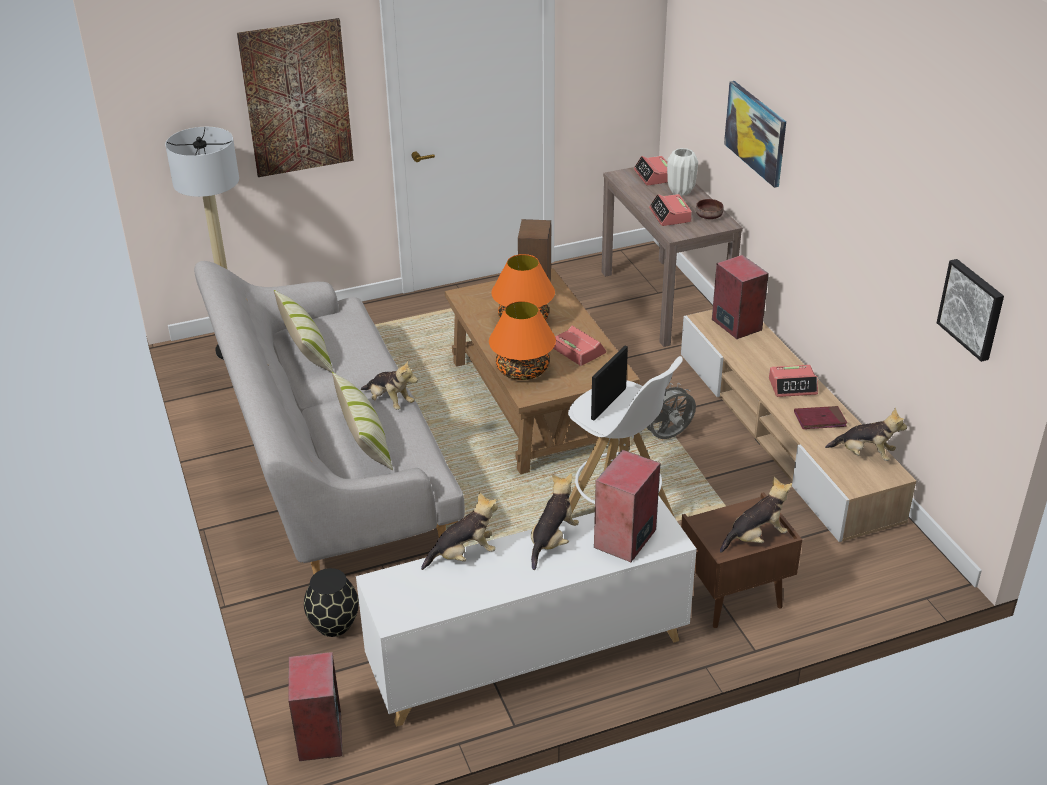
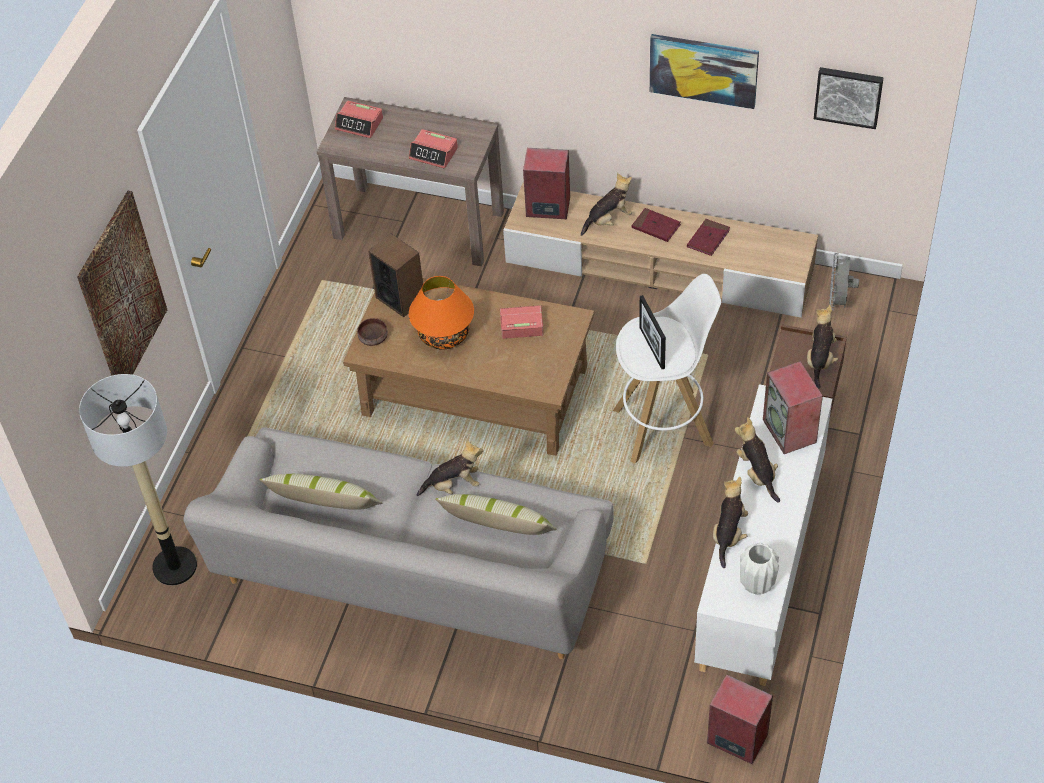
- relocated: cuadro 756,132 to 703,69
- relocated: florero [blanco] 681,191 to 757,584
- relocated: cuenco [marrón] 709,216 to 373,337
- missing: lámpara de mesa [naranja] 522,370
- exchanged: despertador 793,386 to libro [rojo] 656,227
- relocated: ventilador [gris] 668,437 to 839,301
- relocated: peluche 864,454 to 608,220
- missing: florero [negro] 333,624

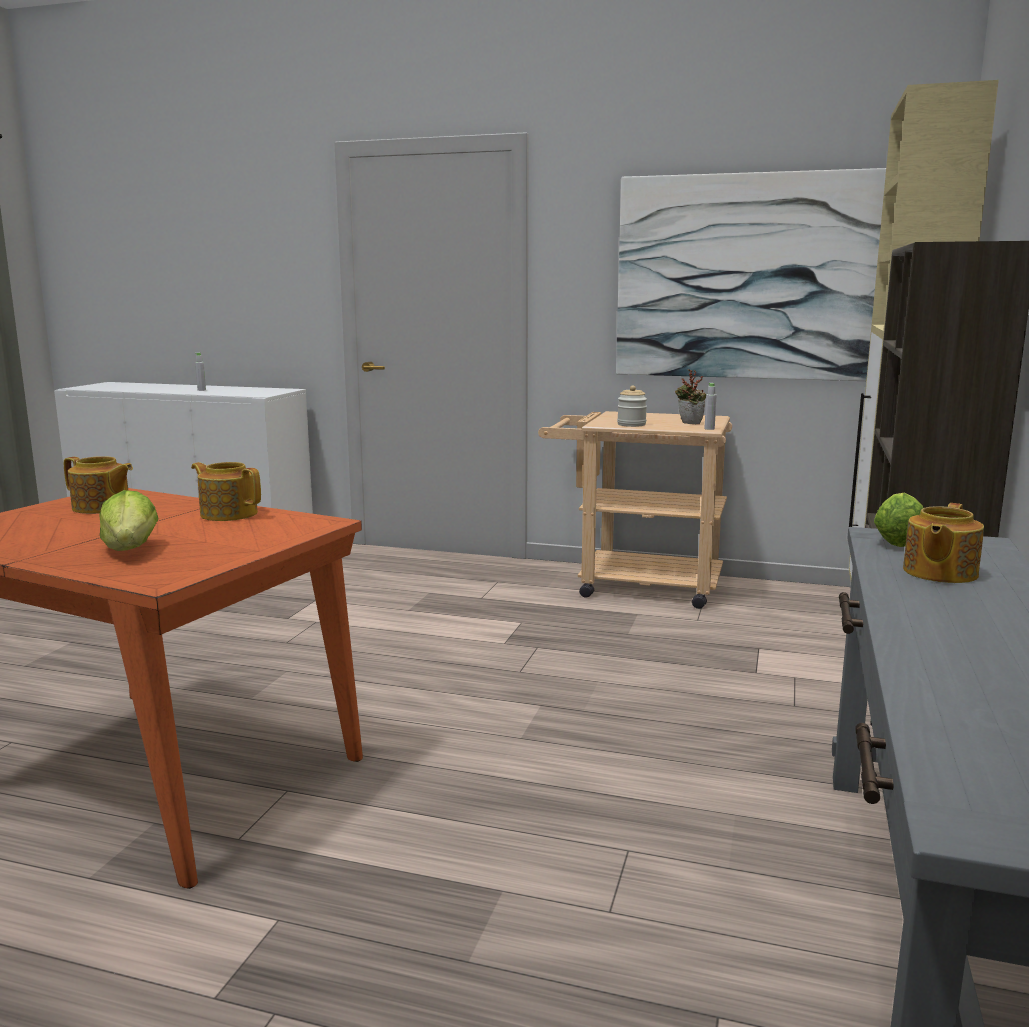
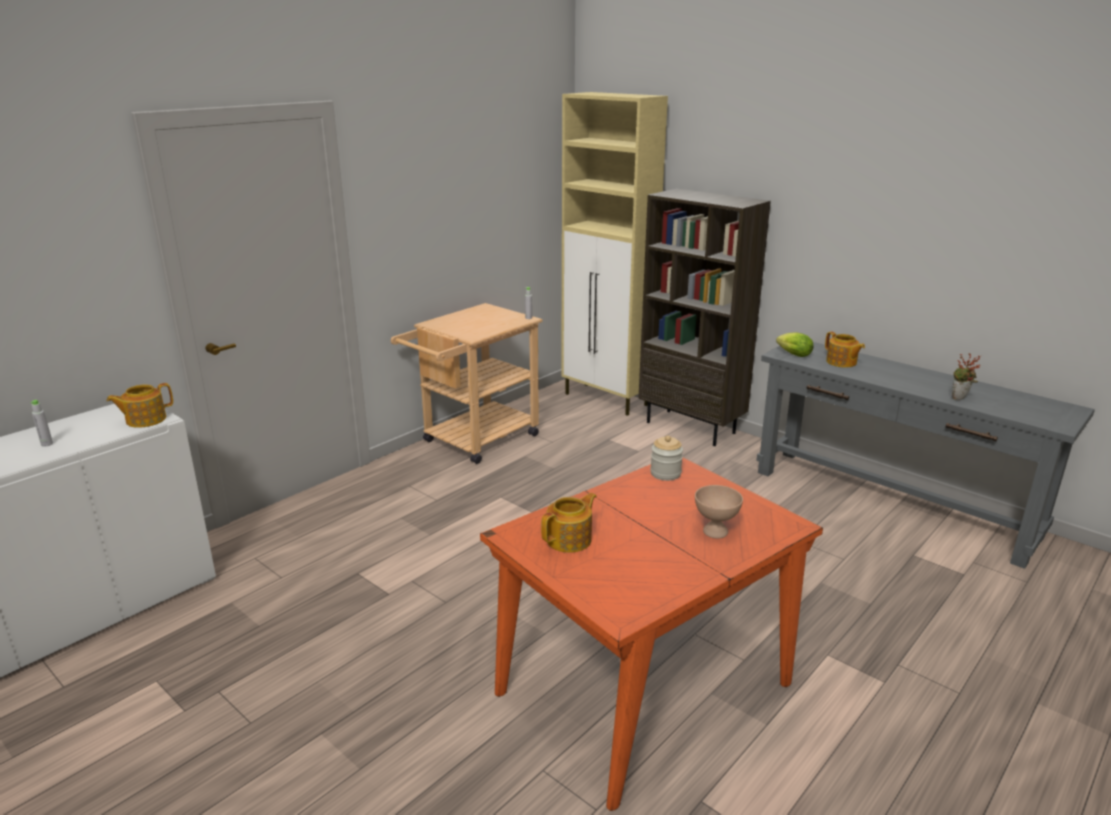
- missing: cuadro 750,277
- relocated: planta en maceta 688,423 to 960,399
- relocated: tarro 631,424 to 665,473
- relocated: tetera 228,514 to 145,420
- exchanged: lechuga 131,550 to cuenco [beis] 714,531

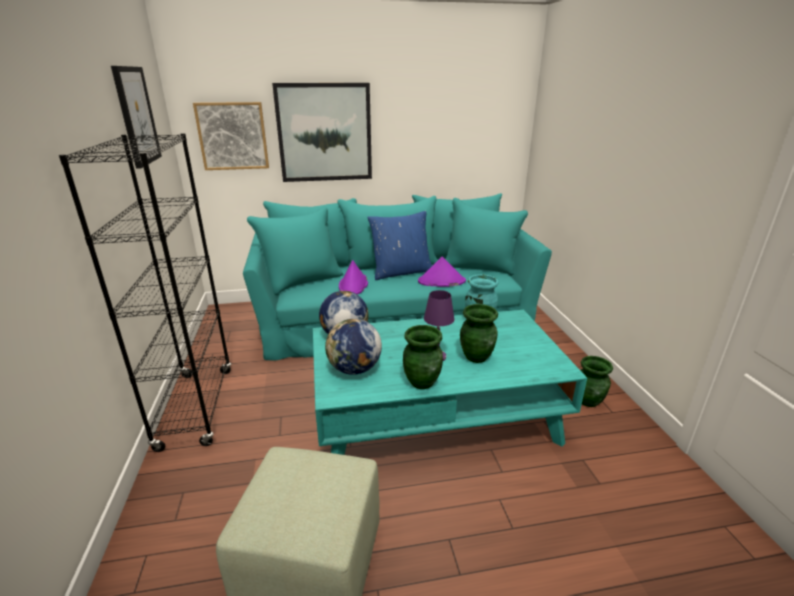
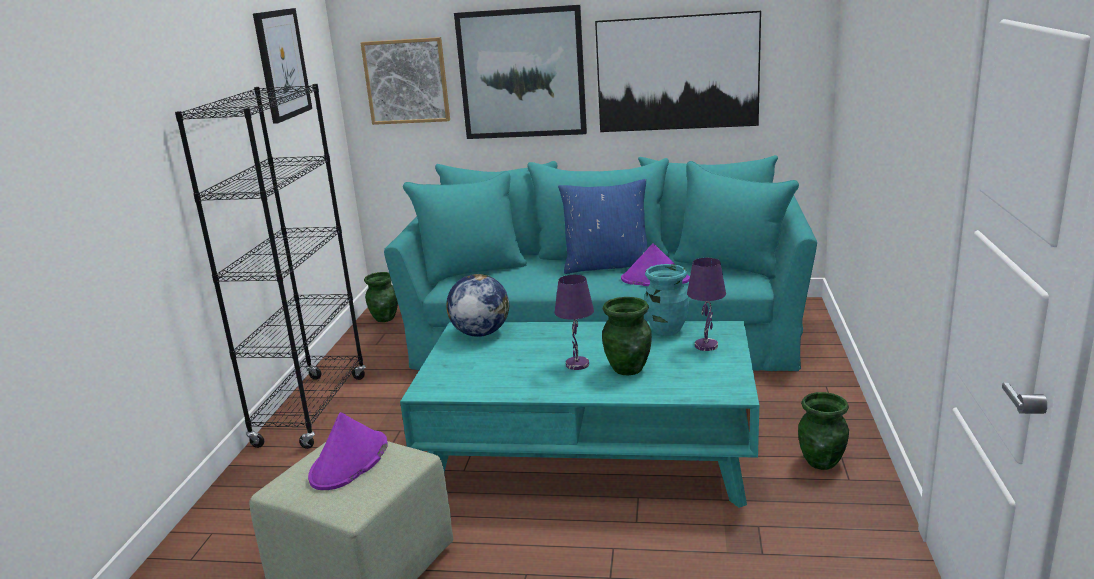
- relocated: sombrero [morado] 353,285 to 349,462
- missing: globo terráqueo 354,369
- relocated: florero [verde] 422,382 to 385,318
- appeared: cuadro 677,73
- appeared: lámpara de mesa [morado] 706,345

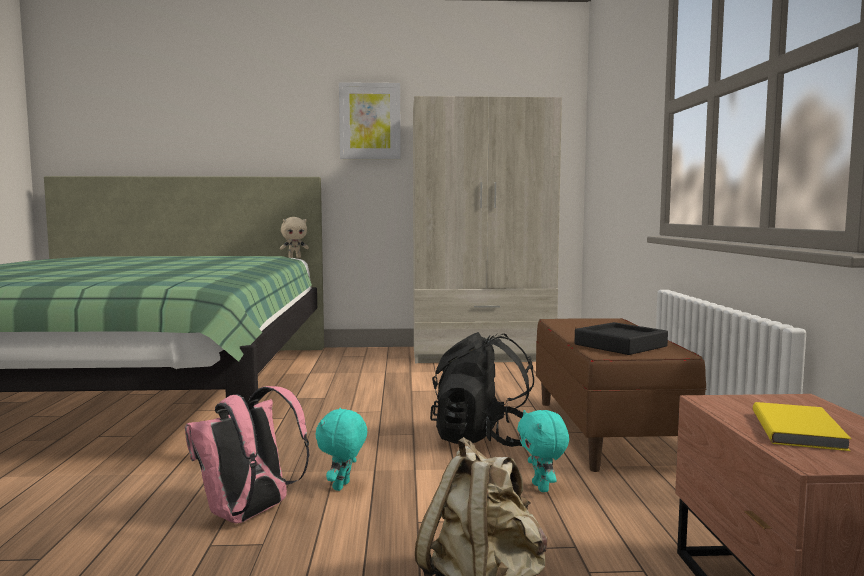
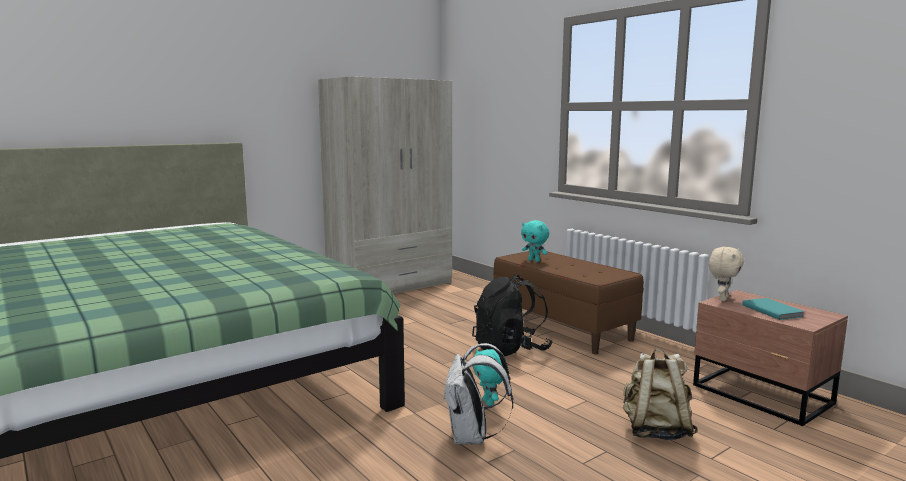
- missing: cuadro 370,121
- relocated: peluche [beis] 294,257 to 722,299
- missing: bandeja [negro] 620,345
- colour: mochila [rosa] 249,515 to mochila [blanco] 472,438
- colour: libro [amarillo] 800,430 to libro [turquesa] 772,310
- relocated: peluche [turquesa] 542,488 to 534,260

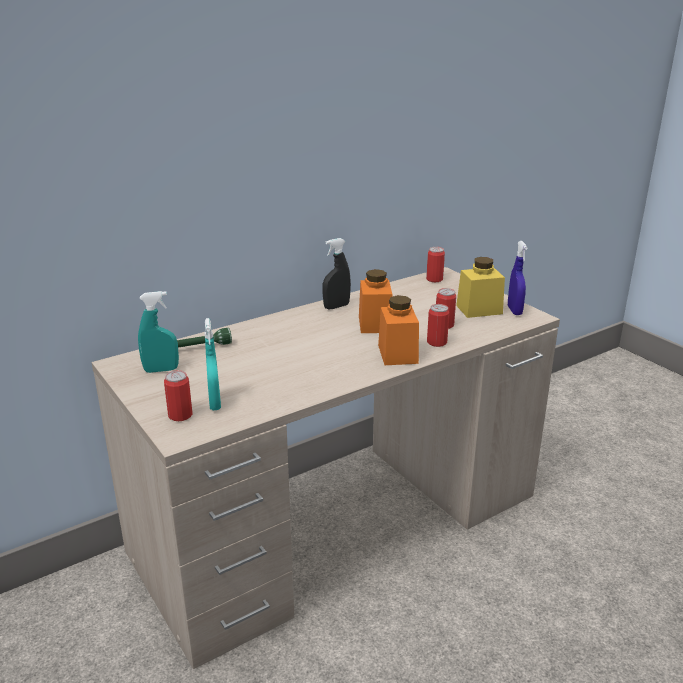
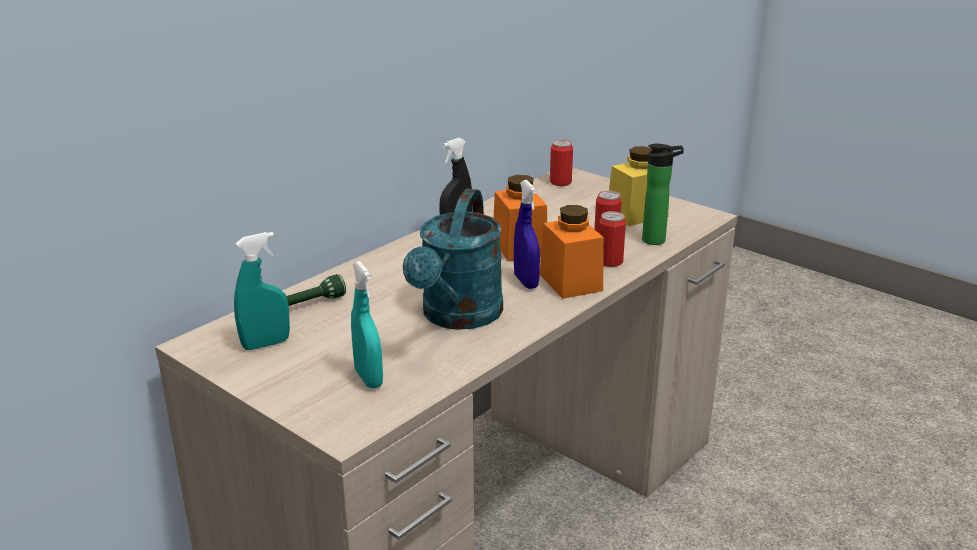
- relocated: pulverizador [azul] 514,311 to 526,282
- missing: lata 180,415
- appeared: botella 657,240
- appeared: regadera [turquesa] 458,317

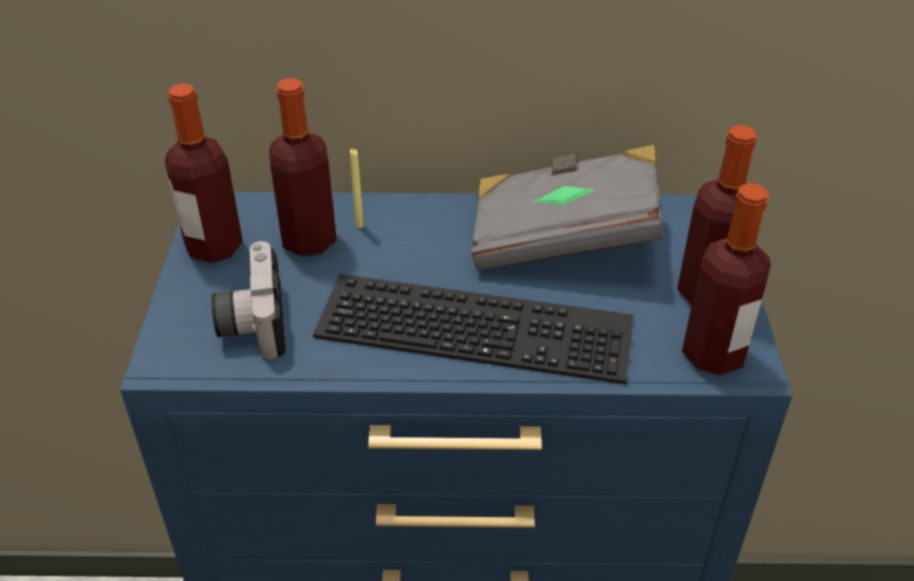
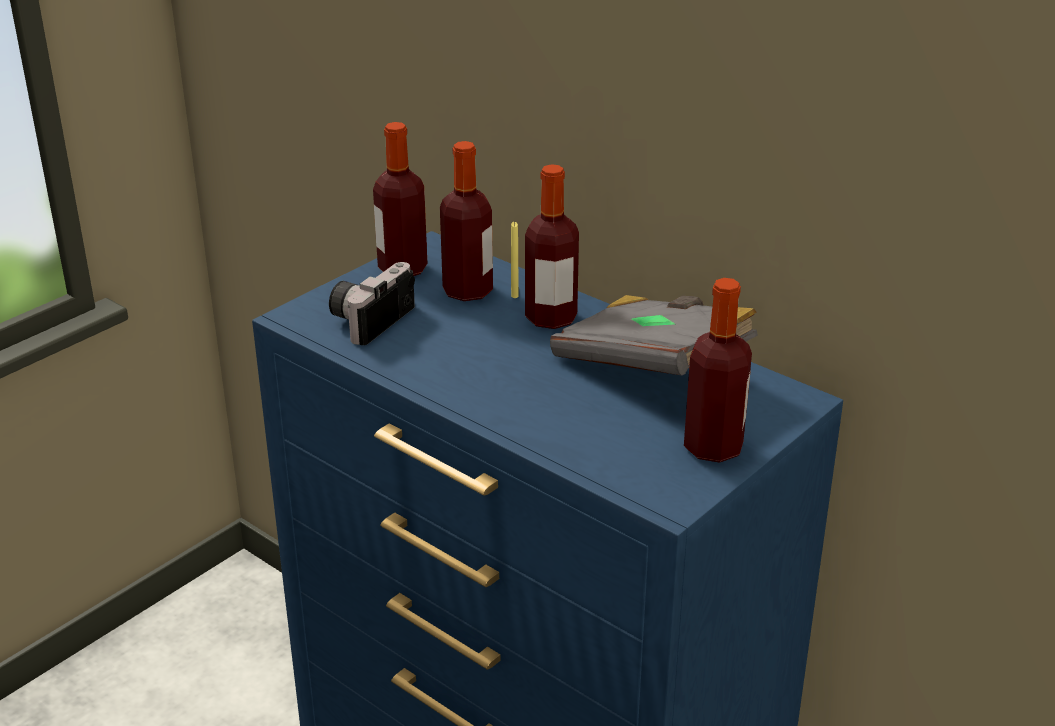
- relocated: botella 713,355 to 551,318
- missing: teclado 479,324

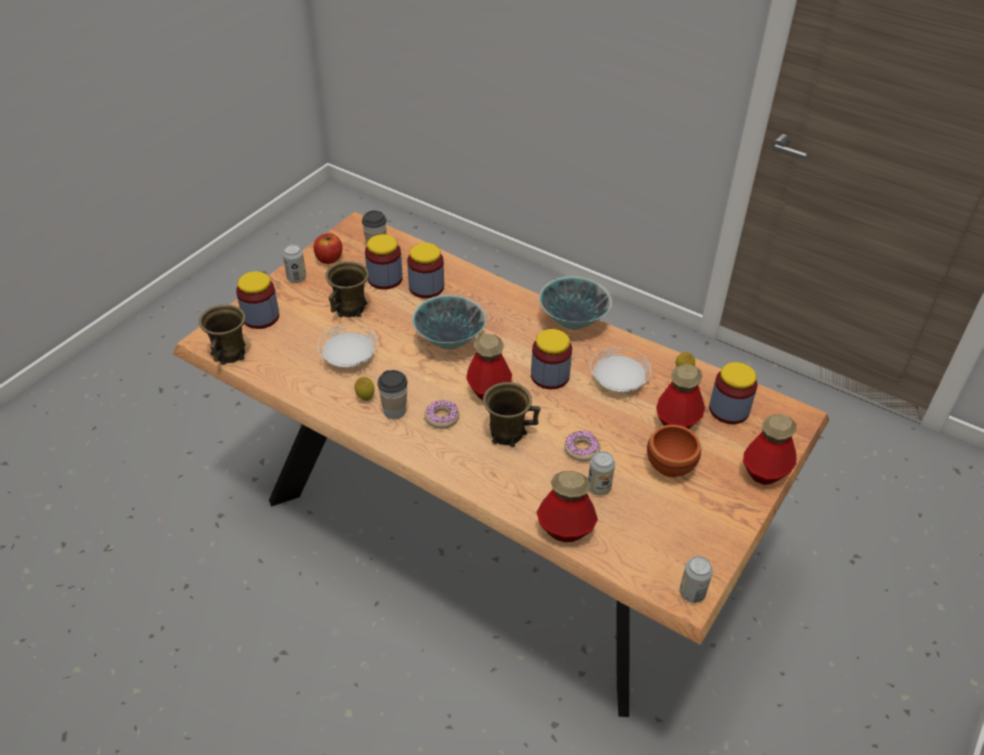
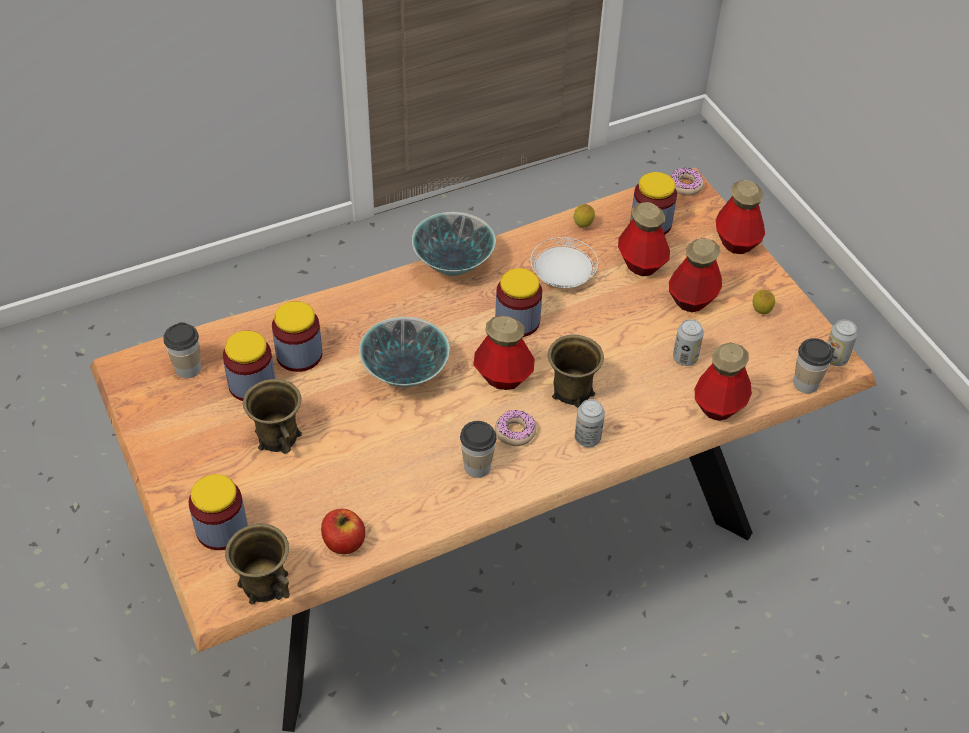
- relocated: manzana 329,259 to 344,542
- relocated: lata 296,278 to 587,438
- missing: plato [blanco] 349,358
- relocated: limón 365,398 to 761,312
- exchanged: cuenco [marrón] 668,468 to botella 692,299
- relocated: rosquilla 581,450 to 685,185
- appeared: taza 805,383

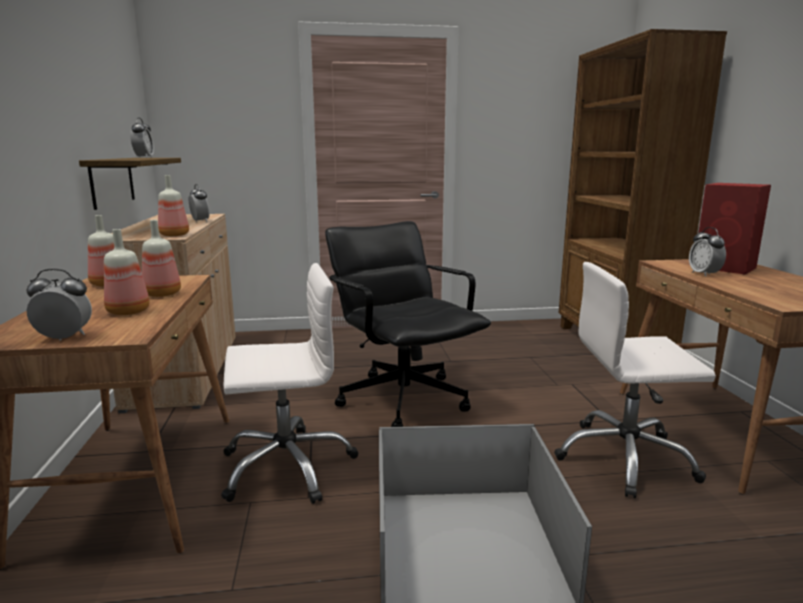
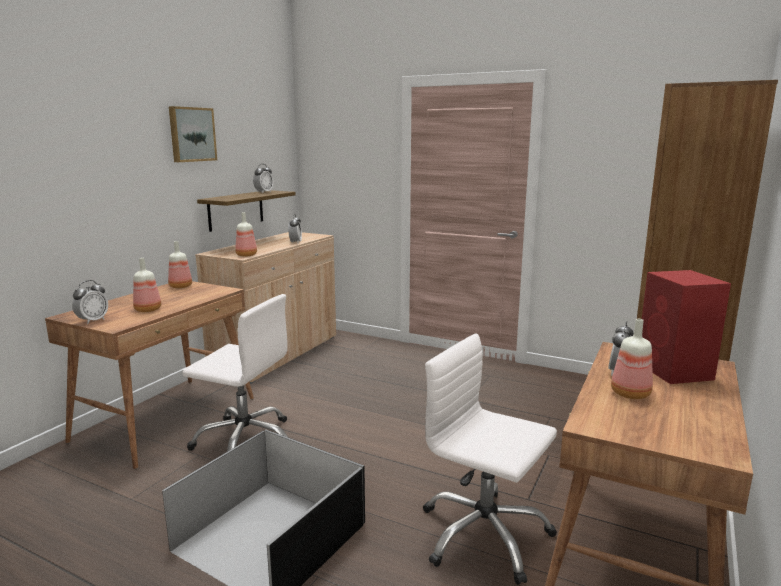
- relocated: botella 163,294 to 631,394
- missing: silla de oficina [negro] 403,398
- spun: despertador 64,338 = 92,321 90 degrees clockwise
- appeared: cuadro 191,134

